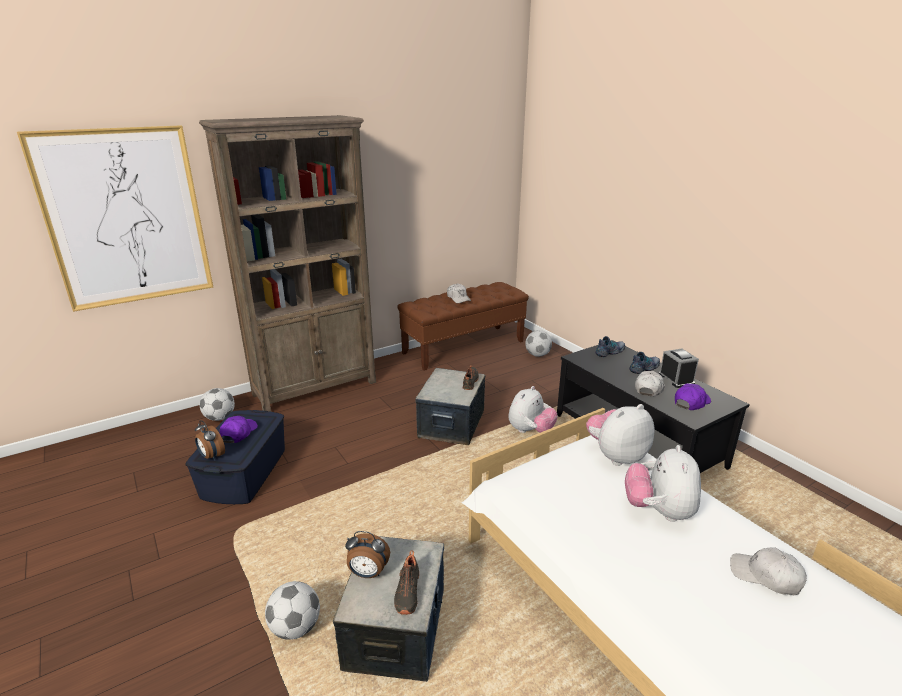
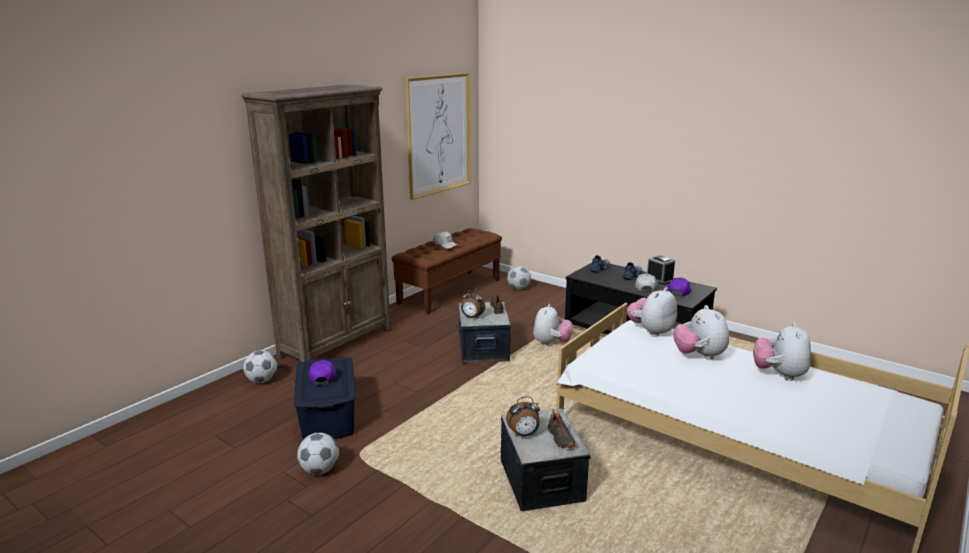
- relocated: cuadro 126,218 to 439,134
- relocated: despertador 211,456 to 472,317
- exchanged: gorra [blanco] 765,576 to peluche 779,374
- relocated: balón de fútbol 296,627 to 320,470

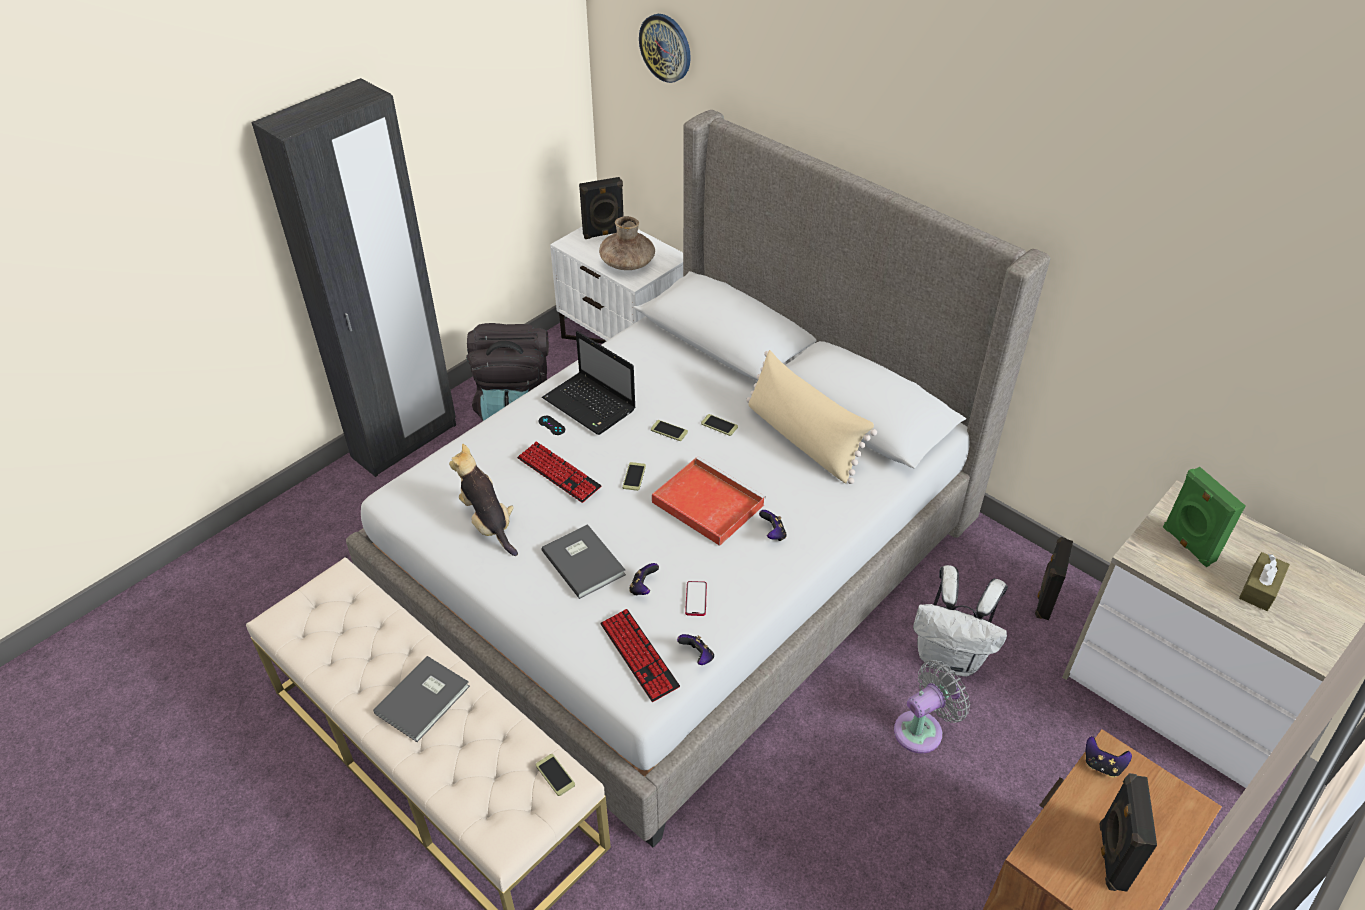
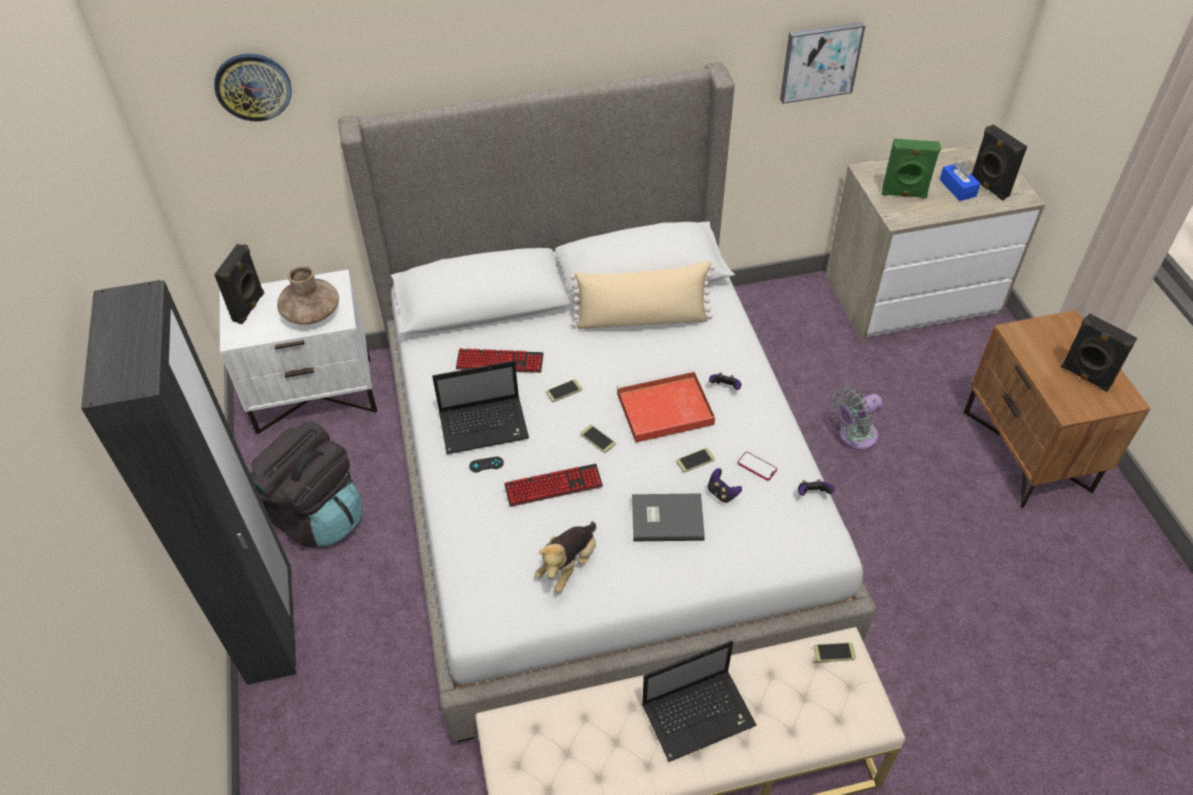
- relocated: móvil 719,425 to 695,460
- spun: peluche 488,523 = 569,564 60 degrees counterclockwise
- relocated: altavoz [negro] 1044,600 to 988,188
- colour: caja de pañuelos [marrón] 1260,588 to caja de pañuelos [azul] 957,188
- missing: mochila [blanco] 950,657
- relocated: teclado 639,655 to 500,362
- exchanged: libro [gris] 425,700 to portátil 700,714
- spun: ventilador [gris] 922,729 = 854,436 120 degrees counterclockwise
- missing: mando de consola 1102,765
- appeared: cuadro 820,61

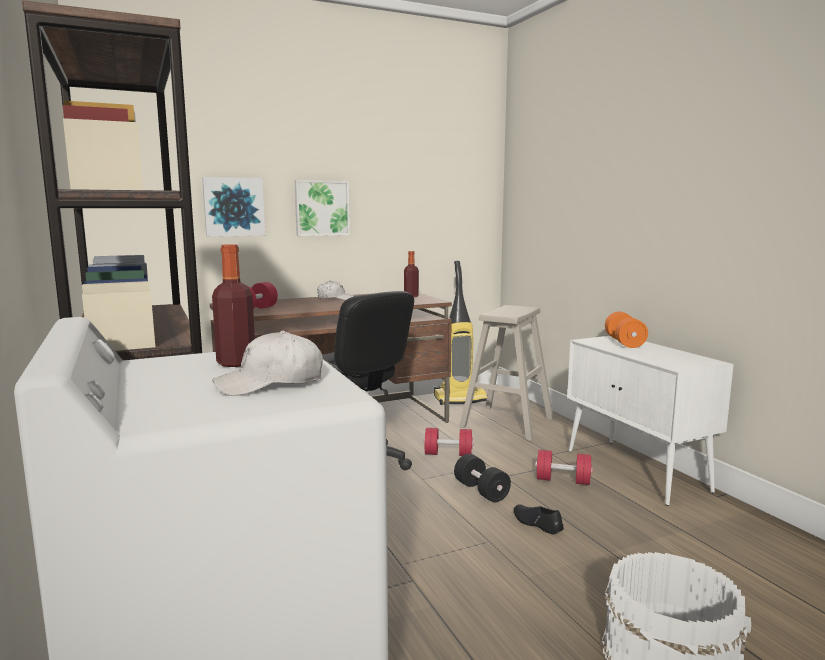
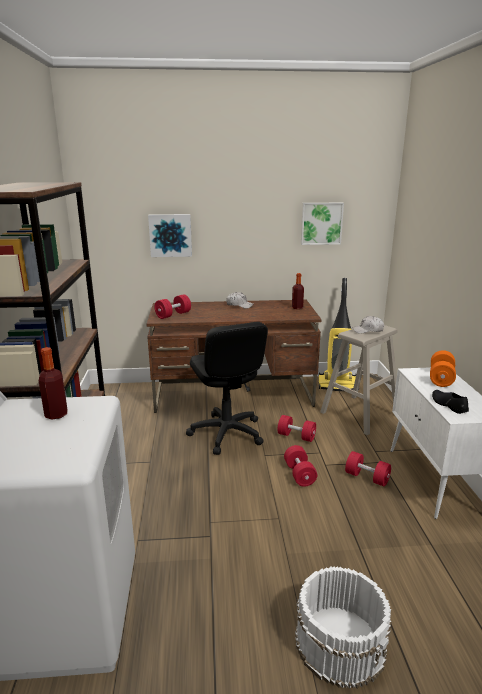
- relocated: cuadro 321,208 to 321,223
- relocated: gorra [blanco] 270,383 to 368,330
- colour: mancuerna [negro] 481,491 to mancuerna [rojo] 299,474
- relocated: zapato [negro] 537,523 to 448,405

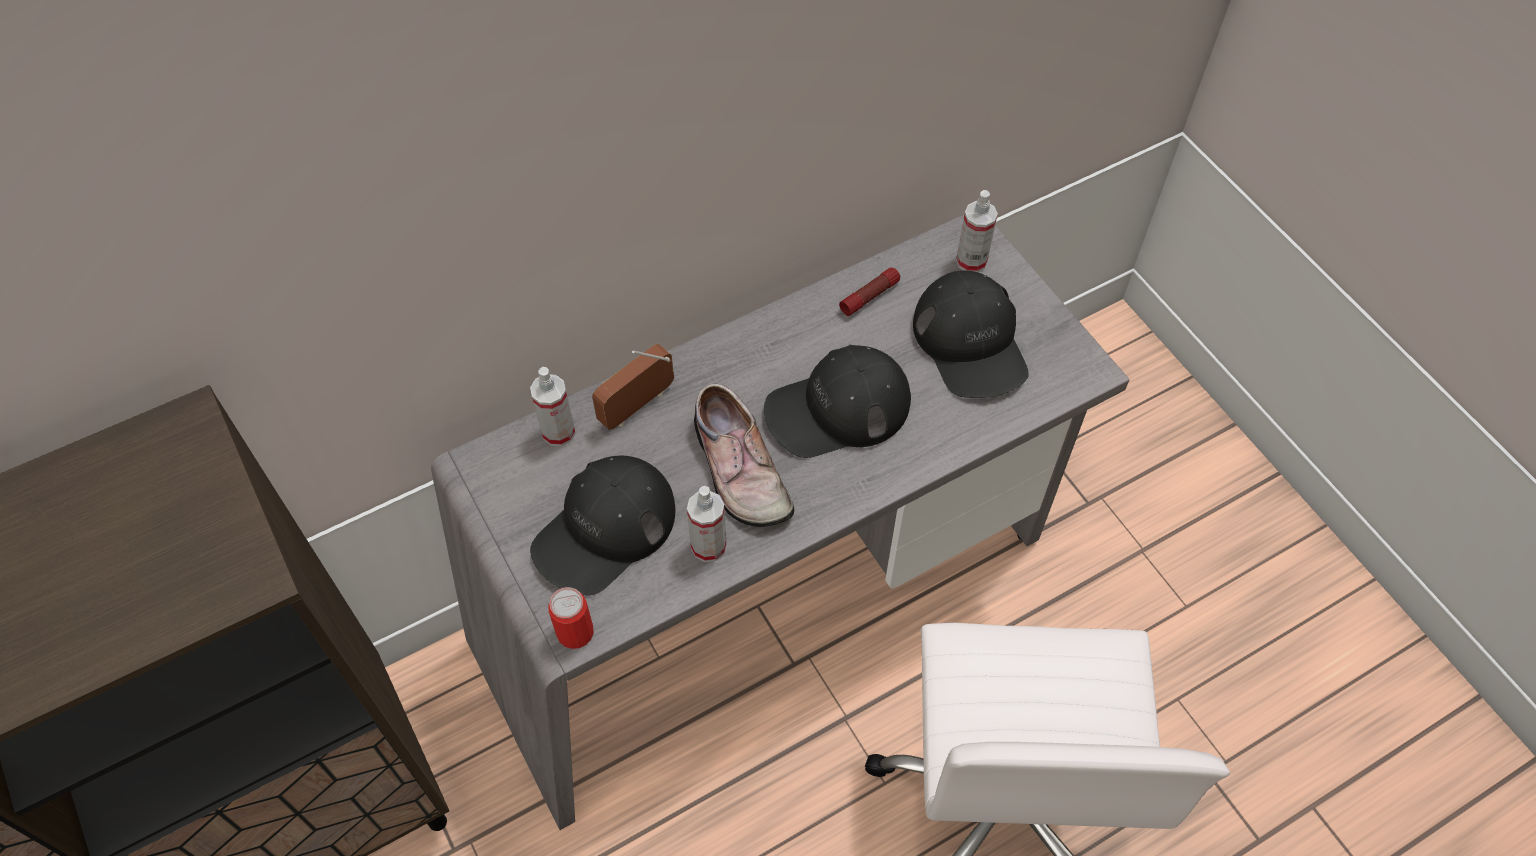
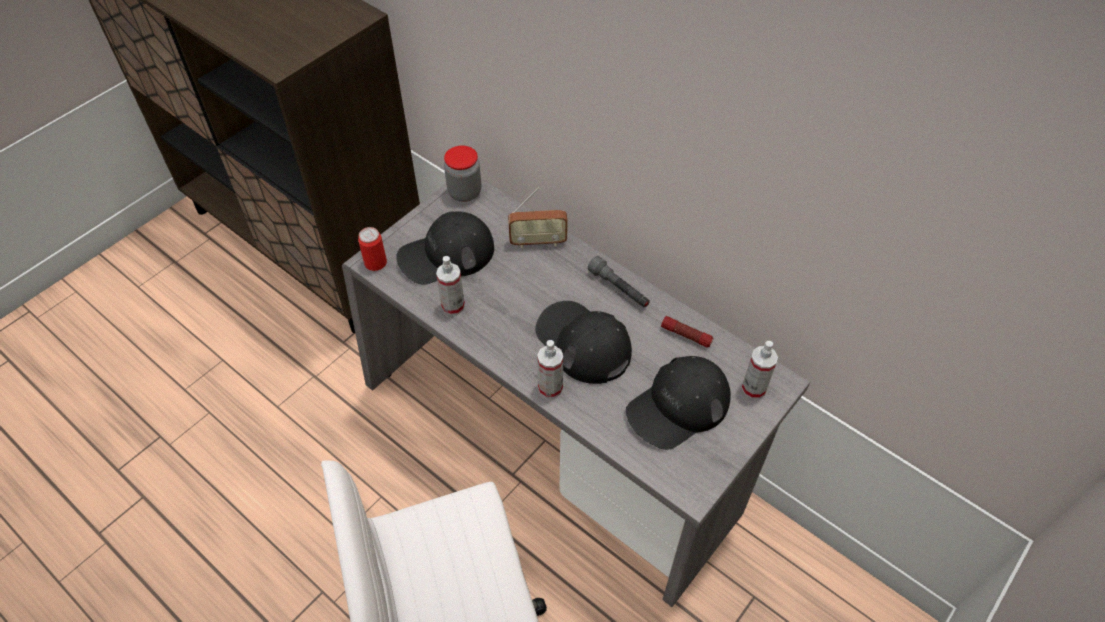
- spun: radio 637,406 = 538,242 150 degrees clockwise
- relocated: pulverizador 558,432 to 550,388
- missing: zapato 737,470
- spun: gorra [negro] 605,529 = 446,254 45 degrees counterclockwise
- appeared: tarro 464,192
- appeared: linterna [gris] 619,289

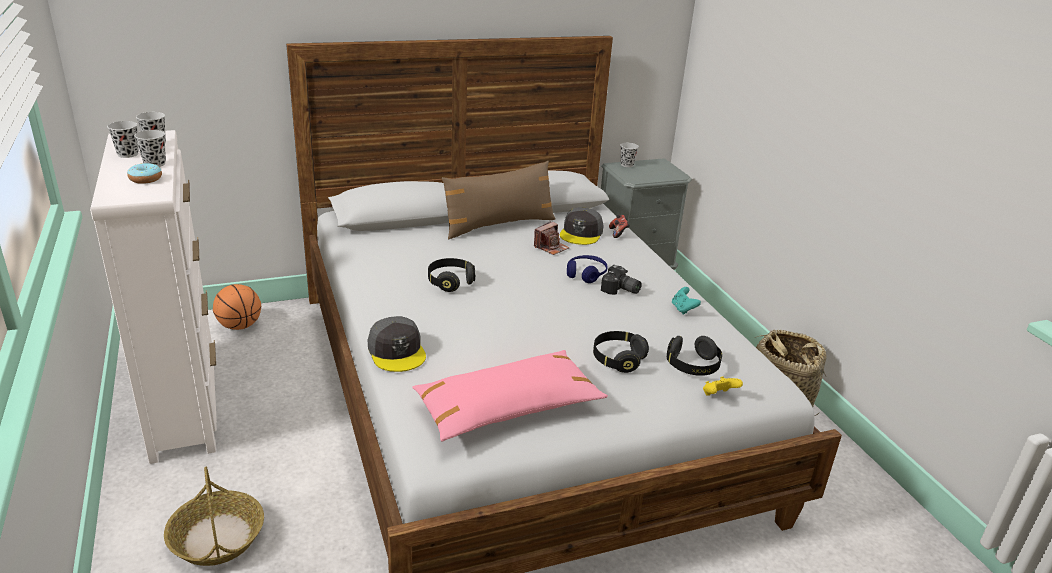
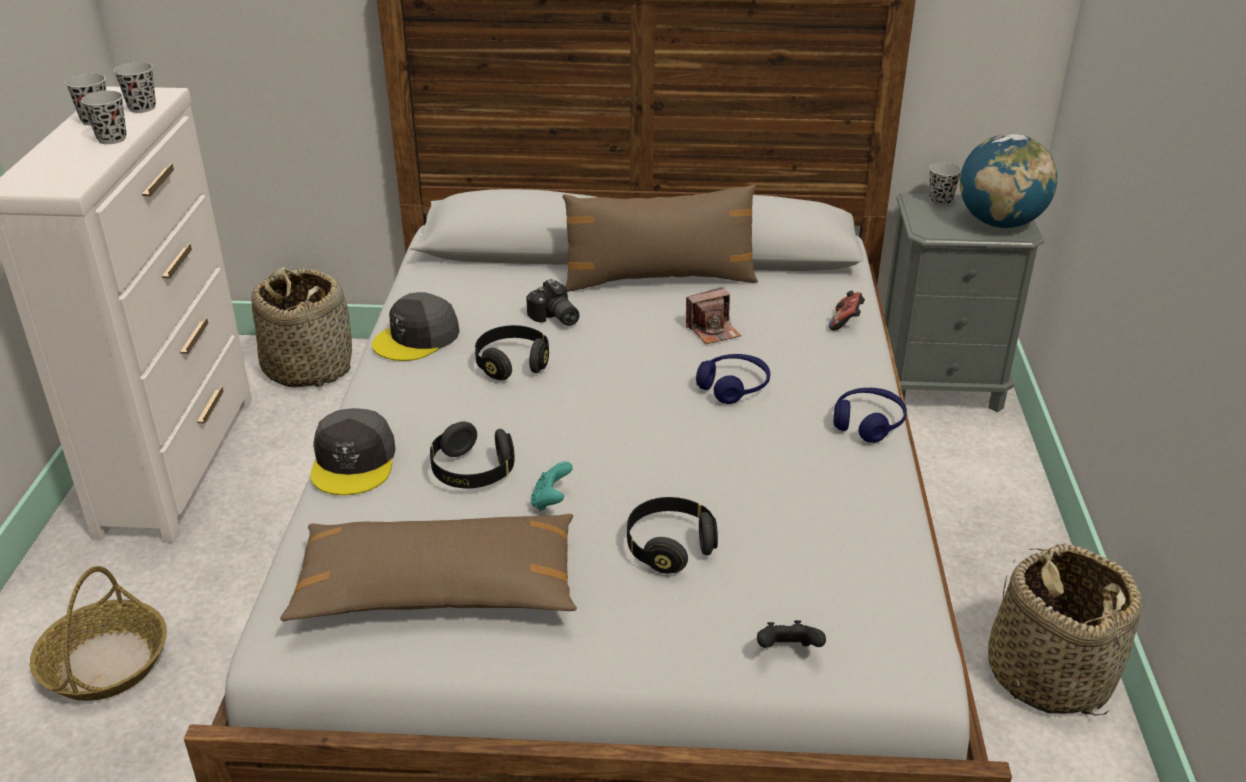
- missing: rosquilla 145,179
- relocated: gorra [gris] 581,233 to 417,338
- relocated: cámara 620,290 to 554,318
- exchanged: balón de baloncesto 239,326 to cesta 309,367
- relocated: mando de consola [turquesa] 683,309 to 551,501
- relocated: auriculares [negro] 692,366 to 472,472
- colour: cojín [rosa] 507,408 to cojín [marrón] 438,589
- colour: mando de consola [amarillo] 718,396 to mando de consola [negro] 787,651
- appeared: globo terráqueo 999,223
- appeared: auriculares [azul] 868,423

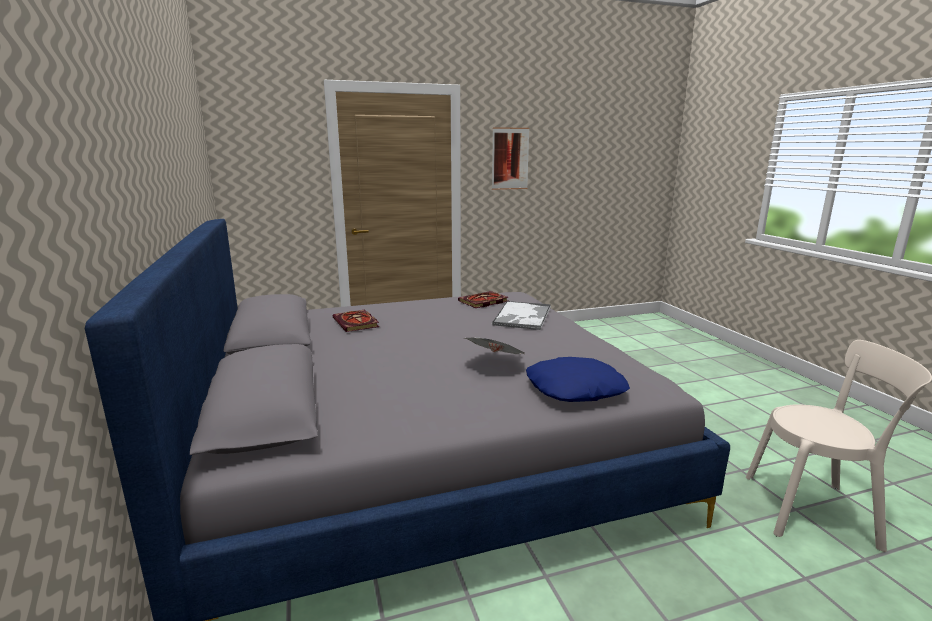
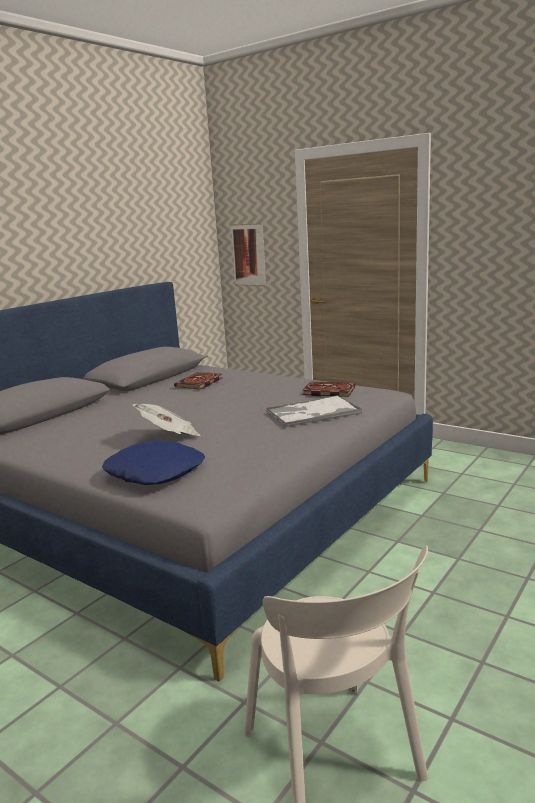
- relocated: cuadro 510,158 to 249,255

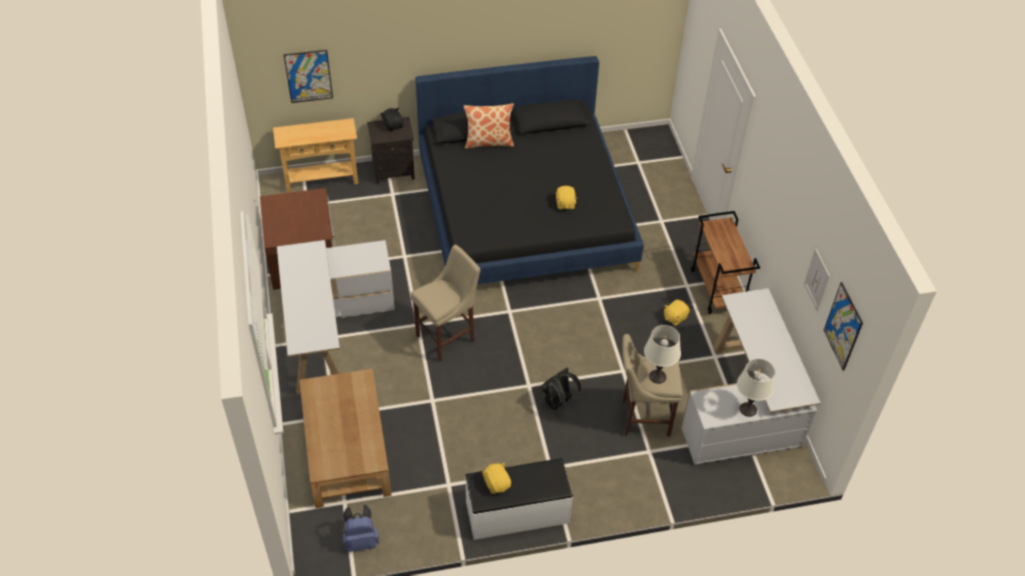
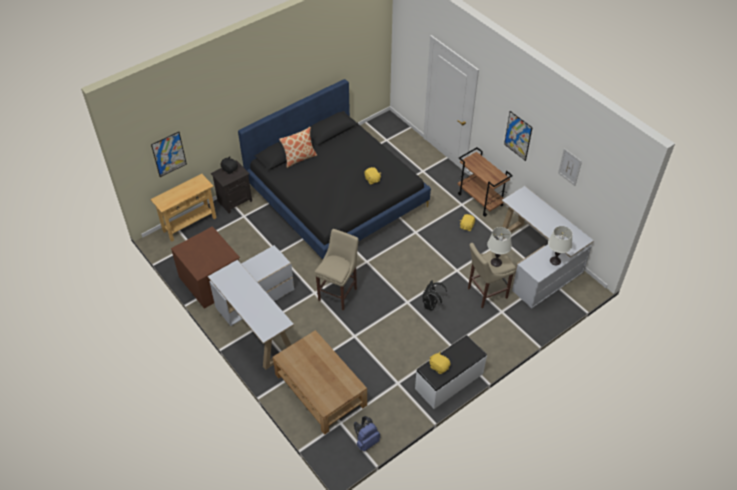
- relocated: cuadro 843,326 to 518,136

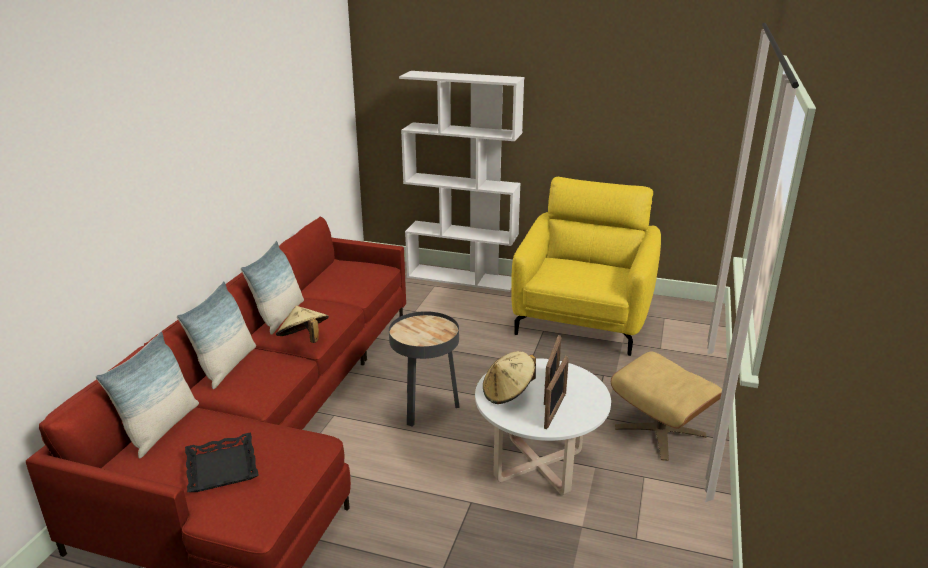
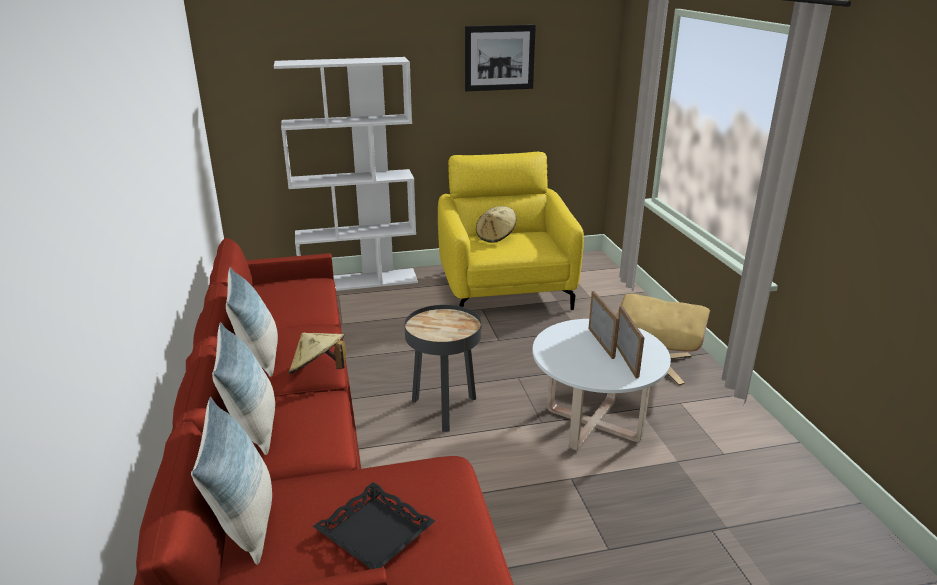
- relocated: sombrero [beis] 508,393 to 496,236
- appeared: cuadro 499,58

